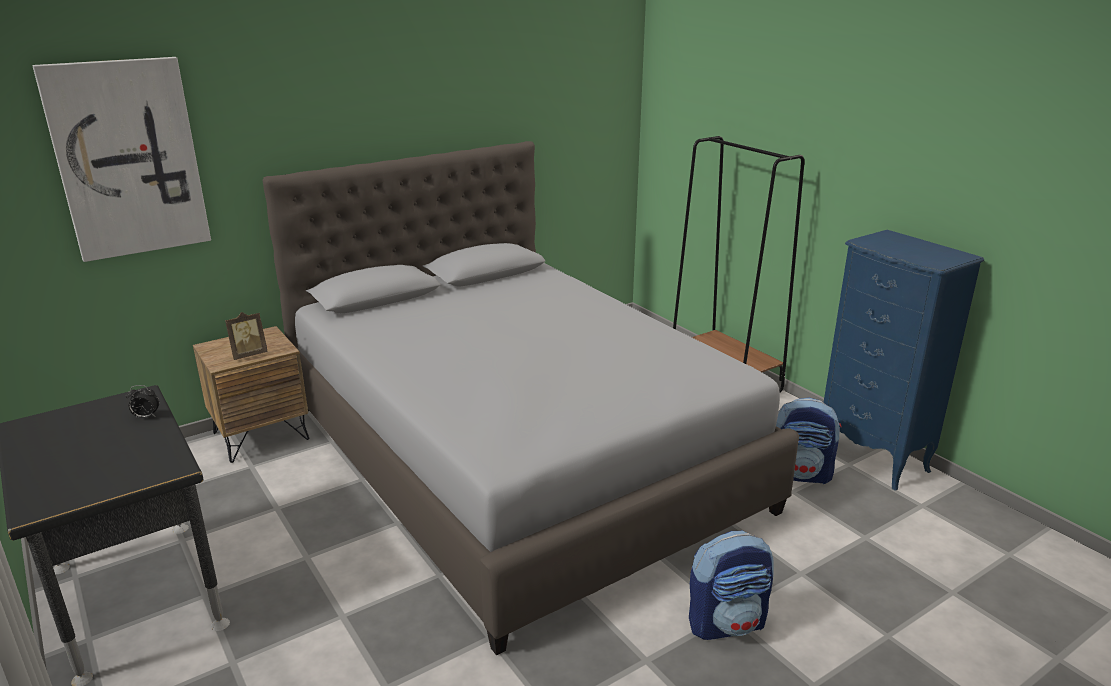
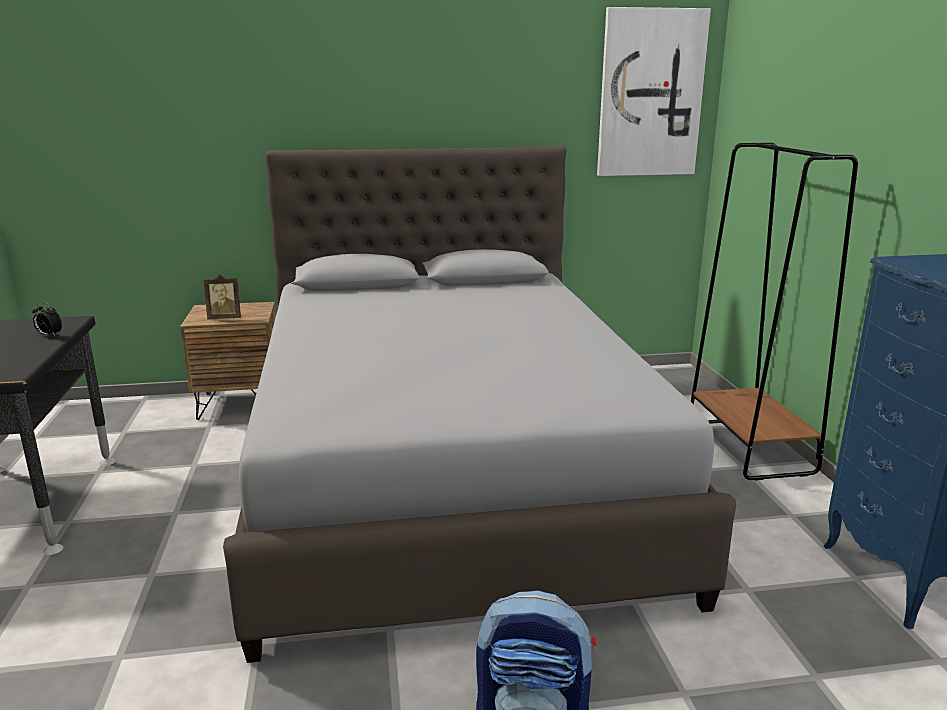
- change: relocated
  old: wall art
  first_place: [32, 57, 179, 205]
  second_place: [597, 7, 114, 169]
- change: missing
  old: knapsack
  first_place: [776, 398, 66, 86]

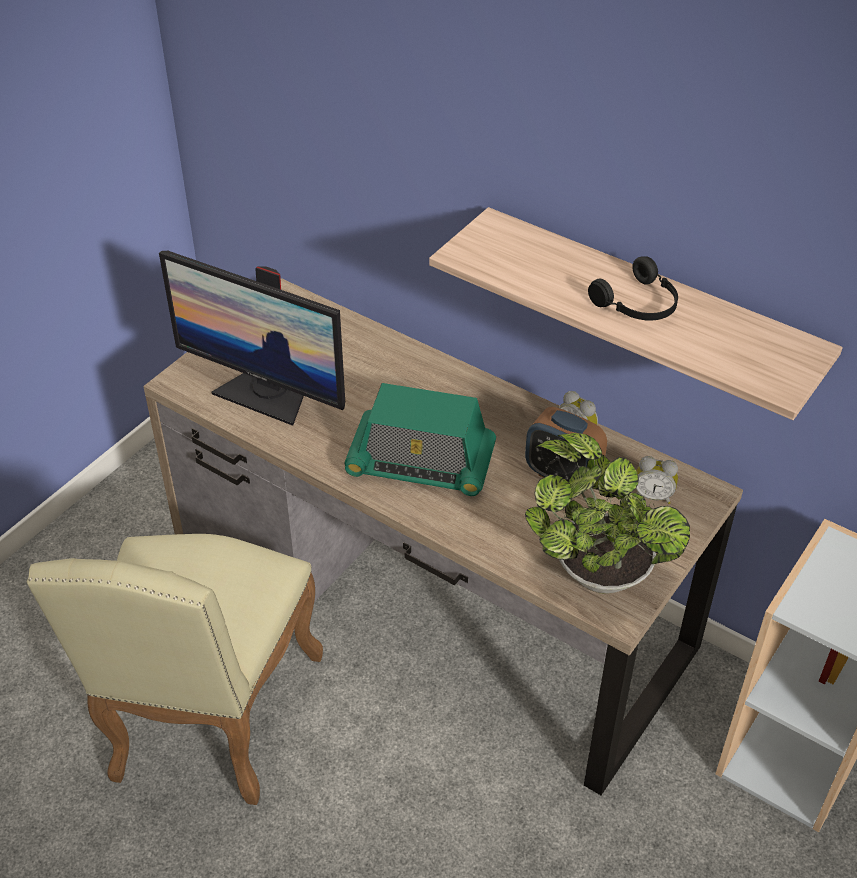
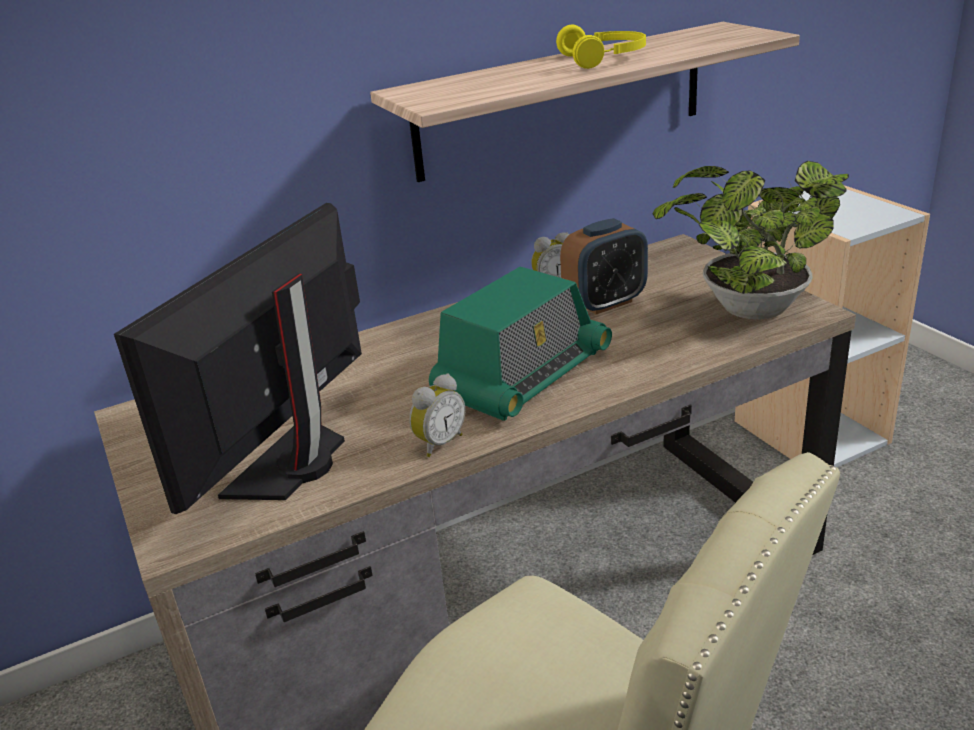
- change: spun
  old: computer display
  first_place: [159, 251, 186, 175]
  second_place: [114, 203, 248, 311]
  degrees: 150
- change: relocated
  old: table clock
  first_place: [636, 456, 42, 48]
  second_place: [409, 374, 56, 83]
- change: colour
  old: black headset
  new: yellow-coloured headset
  first_place: [588, 256, 90, 65]
  second_place: [556, 25, 90, 44]

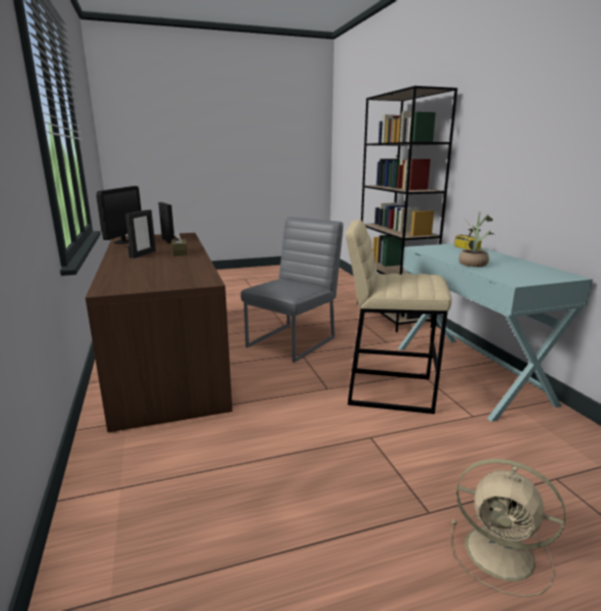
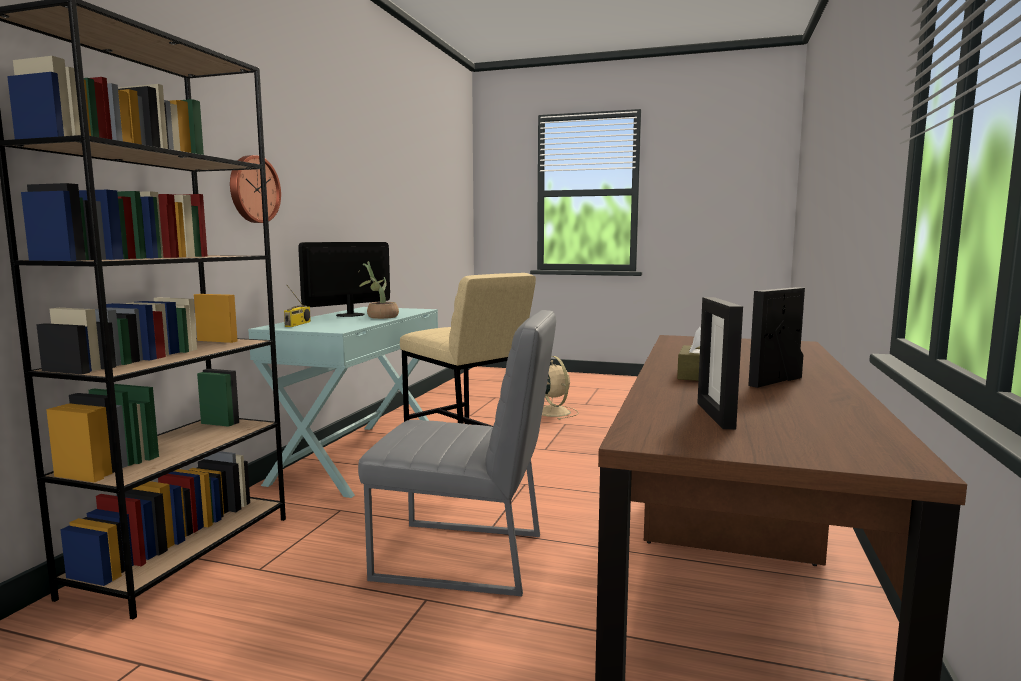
- change: appeared
  new: hanging clock
  second_place: [230, 155, 51, 68]
- change: relocated
  old: computer display
  first_place: [96, 186, 45, 58]
  second_place: [298, 242, 92, 75]
- change: spun
  old: grey upright chair
  first_place: [241, 217, 102, 146]
  second_place: [358, 310, 198, 286]
  degrees: -150

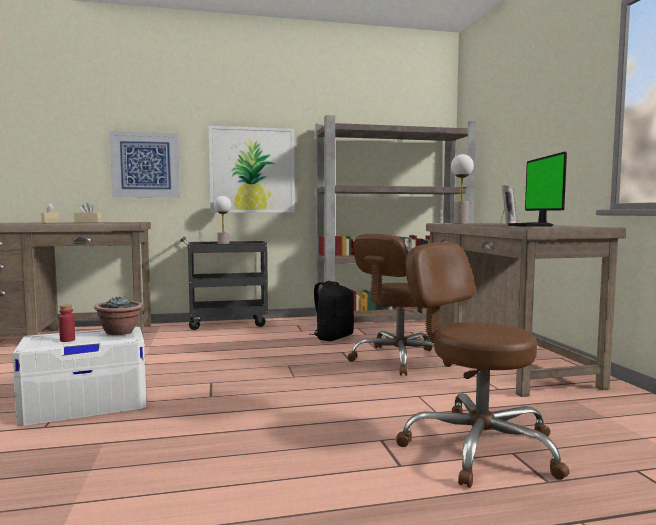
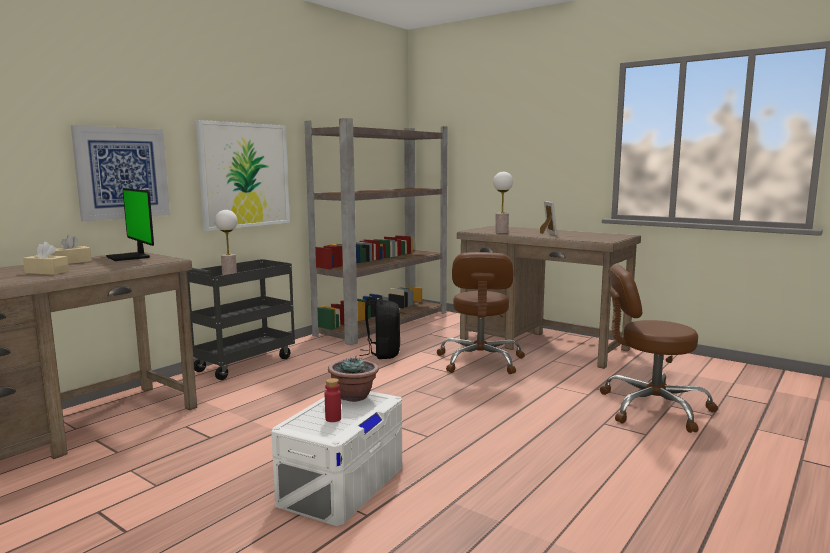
- change: relocated
  old: computer display
  first_place: [507, 152, 60, 75]
  second_place: [106, 188, 48, 73]

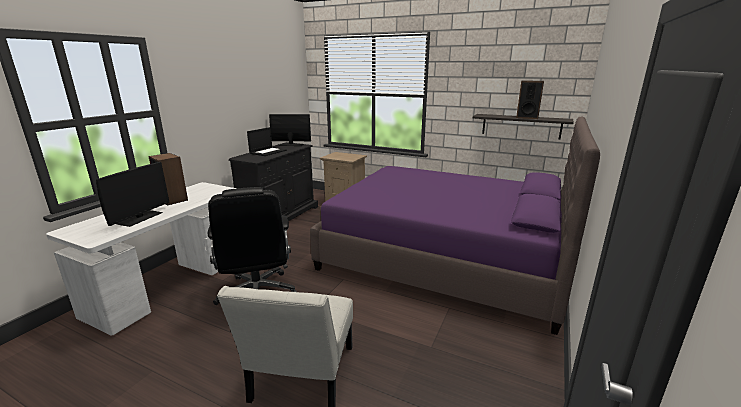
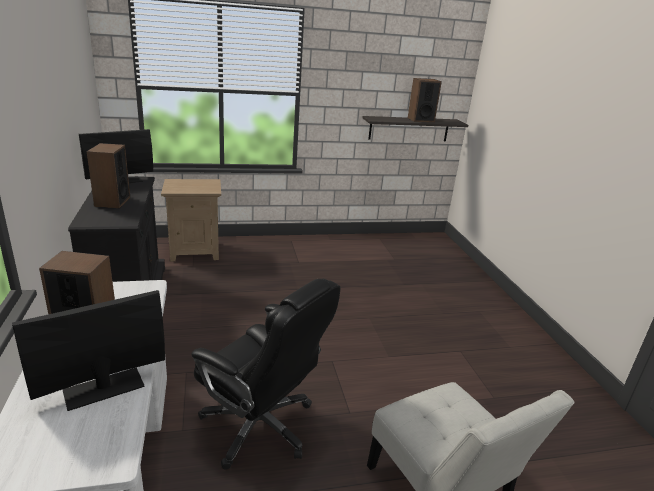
- change: spun
  old: computer display
  first_place: [96, 162, 73, 65]
  second_place: [12, 290, 153, 121]
  degrees: -105
- change: exchanged
  old: notebook computer
  new: loudspeaker
  first_place: [247, 127, 40, 29]
  second_place: [87, 143, 43, 65]
- change: missing
  old: purplish bed
  first_place: [310, 116, 290, 219]

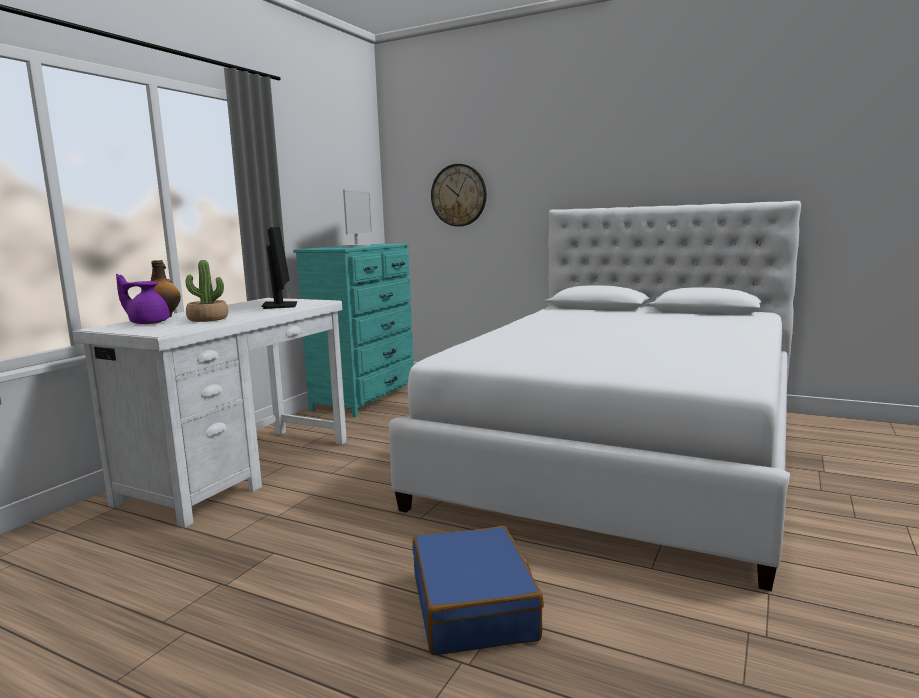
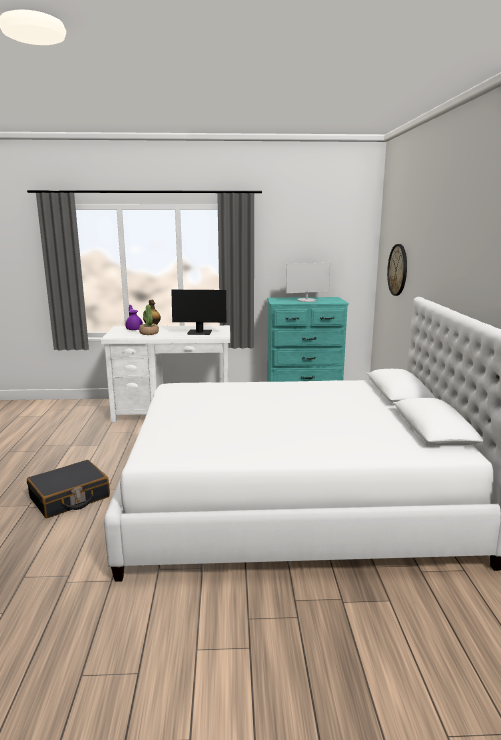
- change: colour
  old: blue-coloured travel case
  new: black travel case
  first_place: [412, 526, 132, 129]
  second_place: [27, 460, 83, 58]
- change: spun
  old: computer display
  first_place: [261, 227, 36, 82]
  second_place: [171, 290, 55, 45]
  degrees: 45

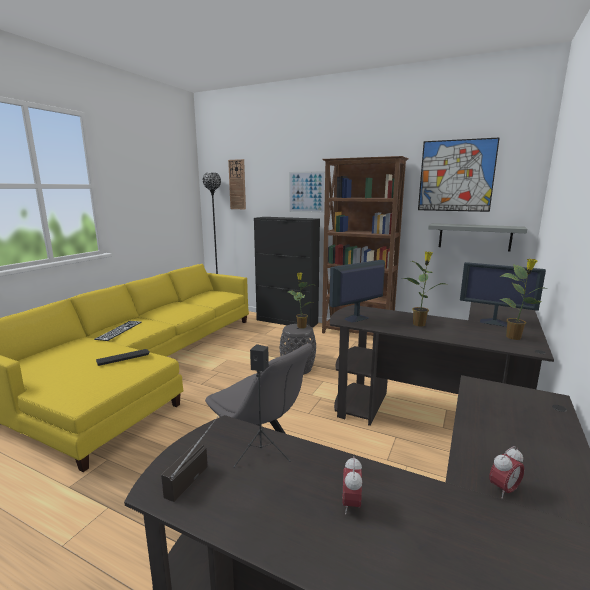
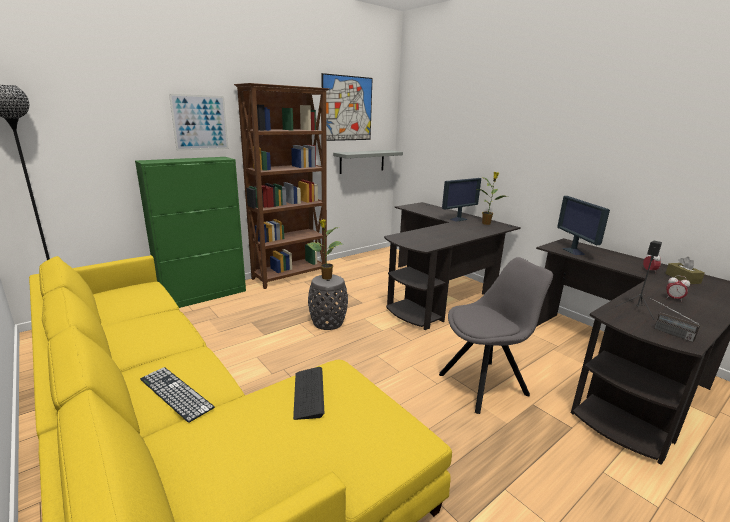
- change: colour
  old: black cabinet
  new: green-coloured cabinet
  first_place: [254, 217, 66, 111]
  second_place: [135, 157, 111, 151]
- change: relocated
  old: computer display
  first_place: [329, 260, 56, 63]
  second_place: [557, 196, 53, 59]
- change: appeared
  new: brown-coloured box of tissues
  second_place: [665, 257, 40, 27]
- change: missing
  old: hanging clock
  first_place: [228, 159, 18, 50]
- change: missing
  old: houseplant
  first_place: [404, 251, 41, 76]

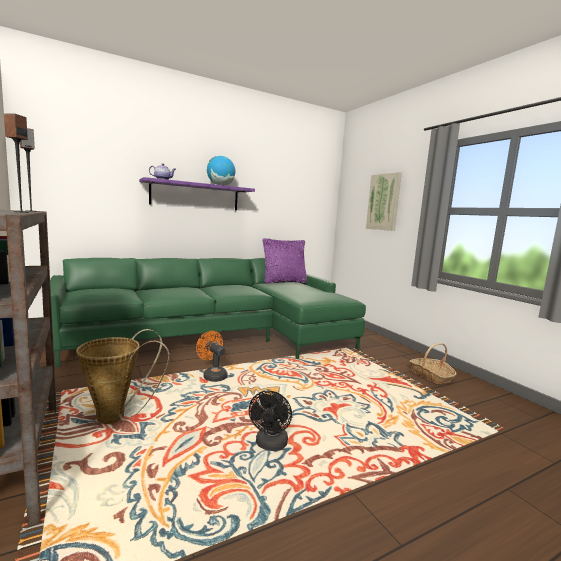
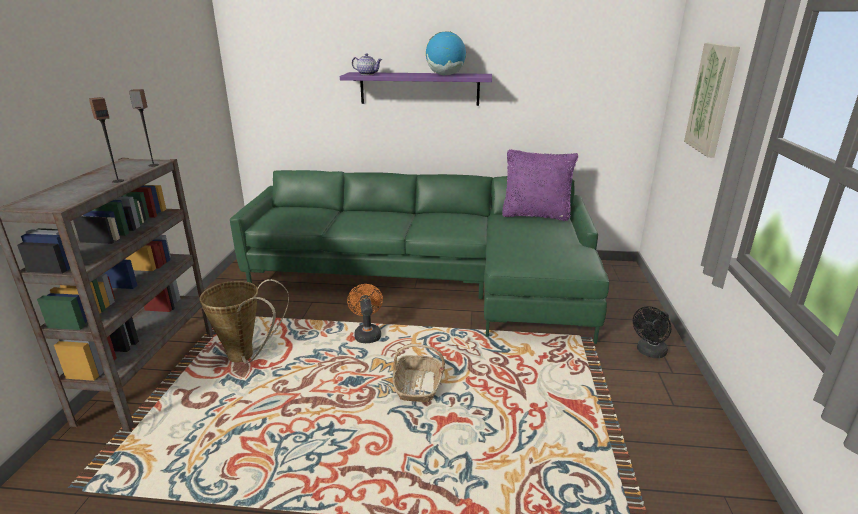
- change: relocated
  old: household basket
  first_place: [409, 343, 48, 41]
  second_place: [392, 344, 53, 58]
- change: relocated
  old: black fan
  first_place: [249, 390, 43, 61]
  second_place: [633, 306, 38, 52]

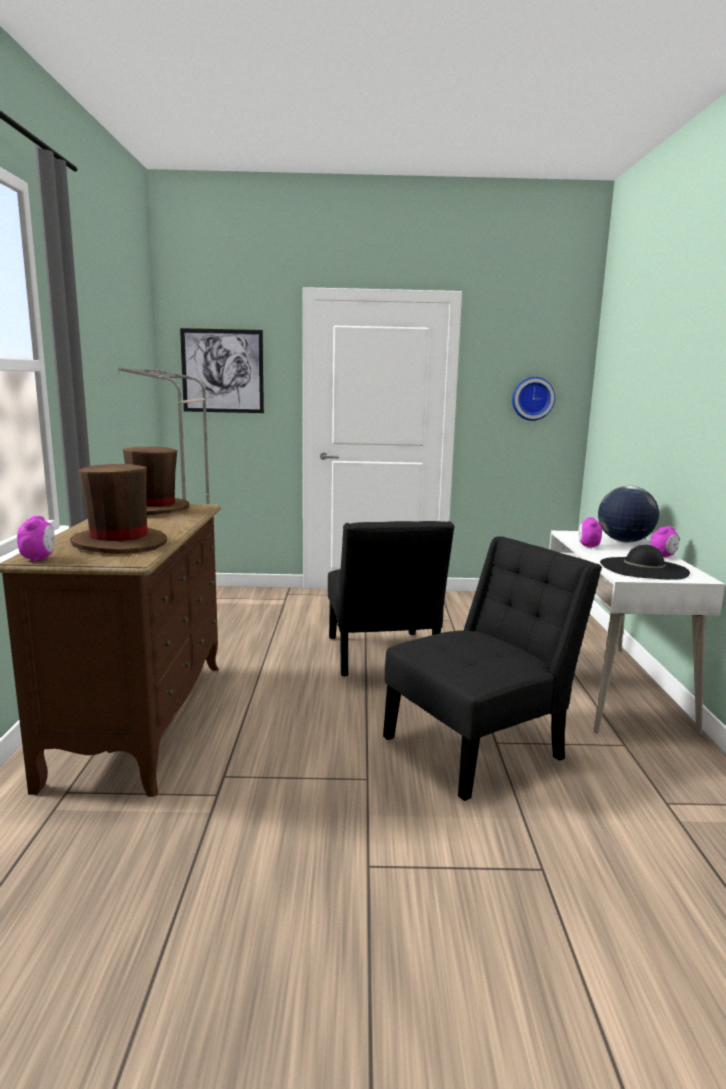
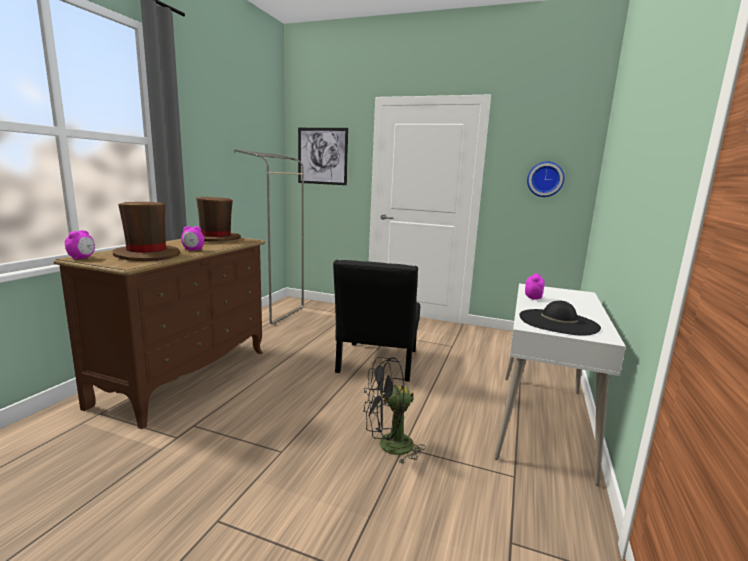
- change: relocated
  old: table clock
  first_place: [650, 526, 29, 31]
  second_place: [181, 226, 23, 24]
- change: exchanged
  old: black upright chair
  new: black fan
  first_place: [383, 536, 219, 265]
  second_place: [363, 357, 63, 108]
- change: missing
  old: desk globe
  first_place: [598, 486, 61, 57]

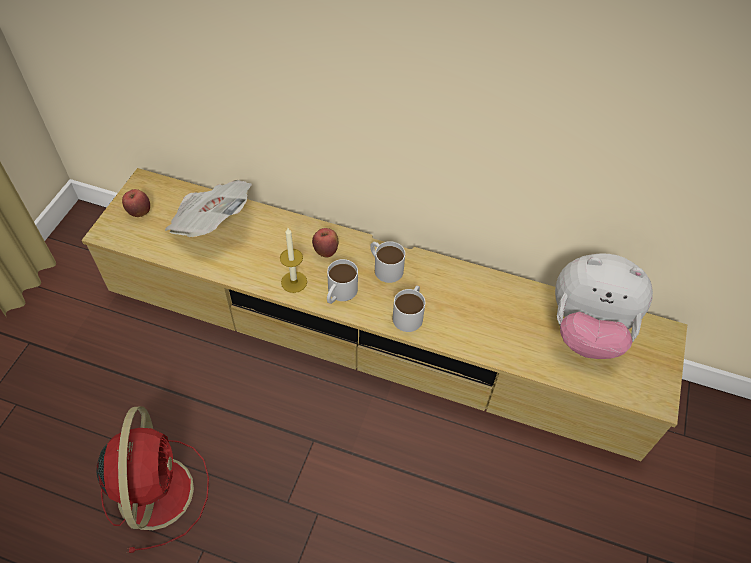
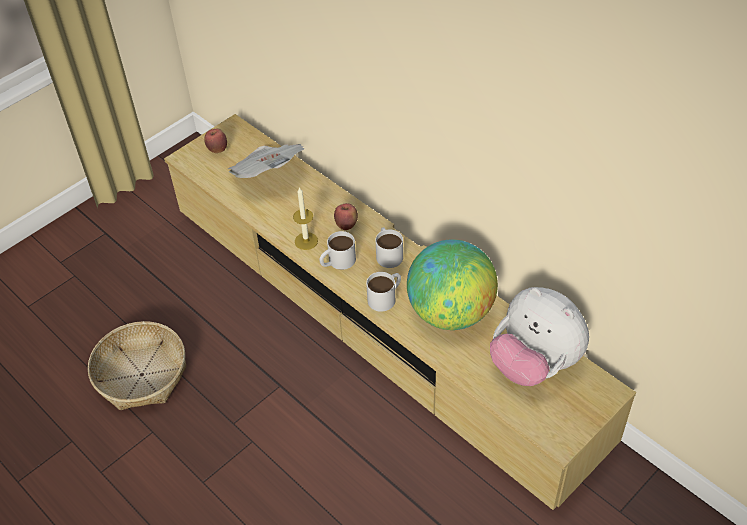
- change: exchanged
  old: red-coloured fan
  new: household basket
  first_place: [96, 406, 113, 147]
  second_place: [88, 321, 98, 89]
- change: appeared
  new: desk globe
  second_place: [407, 240, 91, 90]

